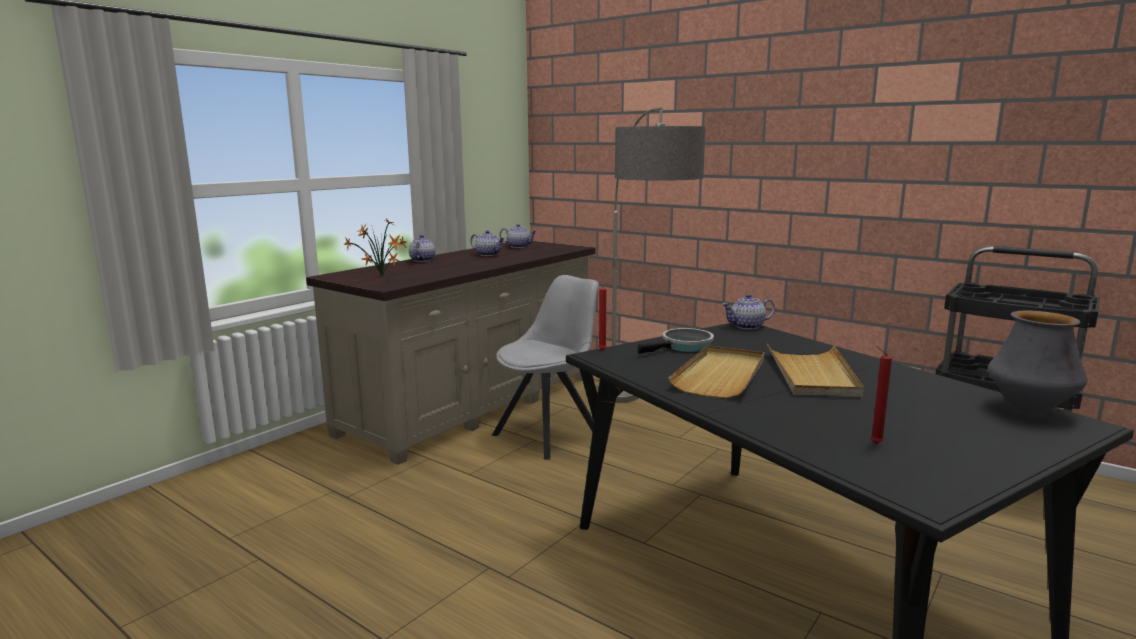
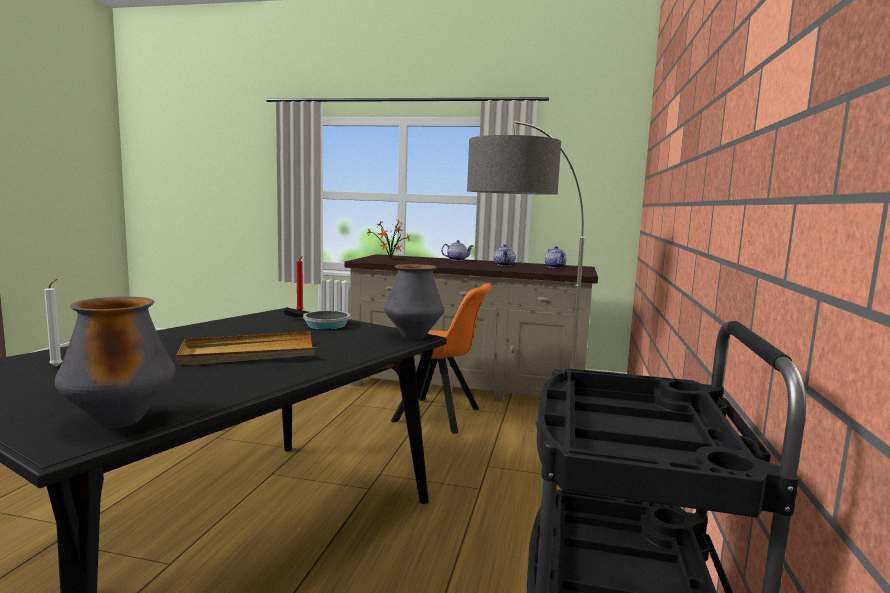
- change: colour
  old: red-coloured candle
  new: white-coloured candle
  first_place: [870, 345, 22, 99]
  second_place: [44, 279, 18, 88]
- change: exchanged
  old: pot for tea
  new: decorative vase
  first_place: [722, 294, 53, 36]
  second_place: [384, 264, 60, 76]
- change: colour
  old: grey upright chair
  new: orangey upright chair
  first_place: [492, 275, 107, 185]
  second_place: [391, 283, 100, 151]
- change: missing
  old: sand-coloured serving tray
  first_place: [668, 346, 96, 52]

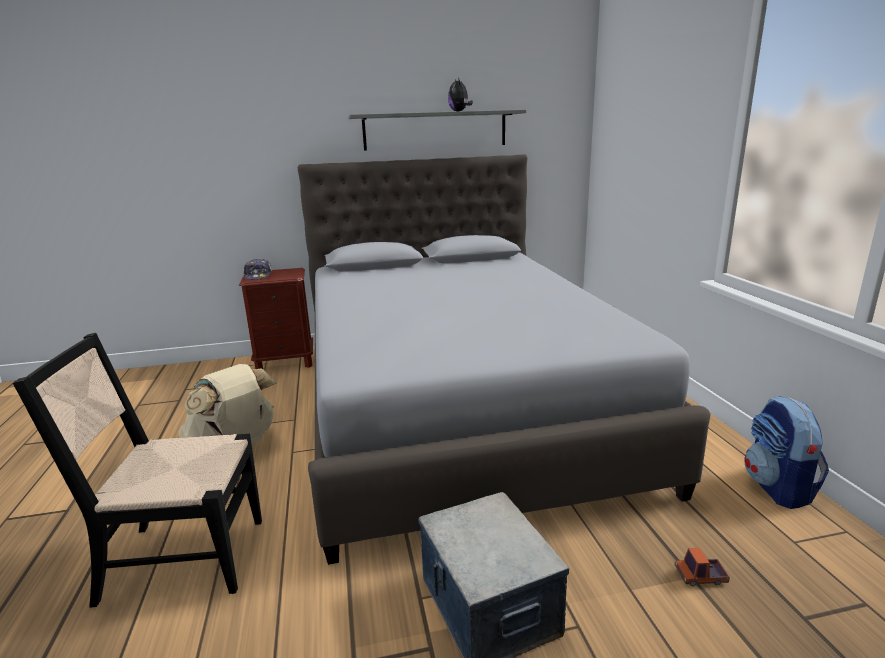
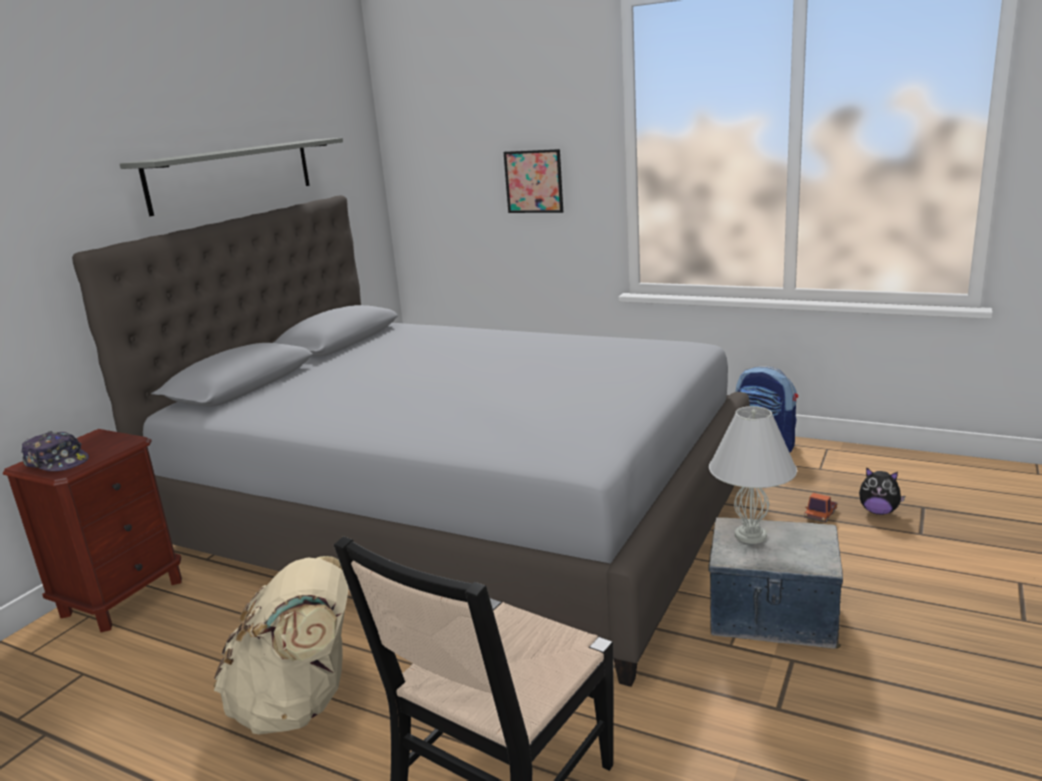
- change: appeared
  new: wall art
  second_place: [504, 149, 59, 64]
- change: appeared
  new: white-coloured lamp for a table
  second_place: [709, 406, 88, 138]
- change: relocated
  old: cuddly toy
  first_place: [448, 80, 25, 31]
  second_place: [859, 467, 46, 48]

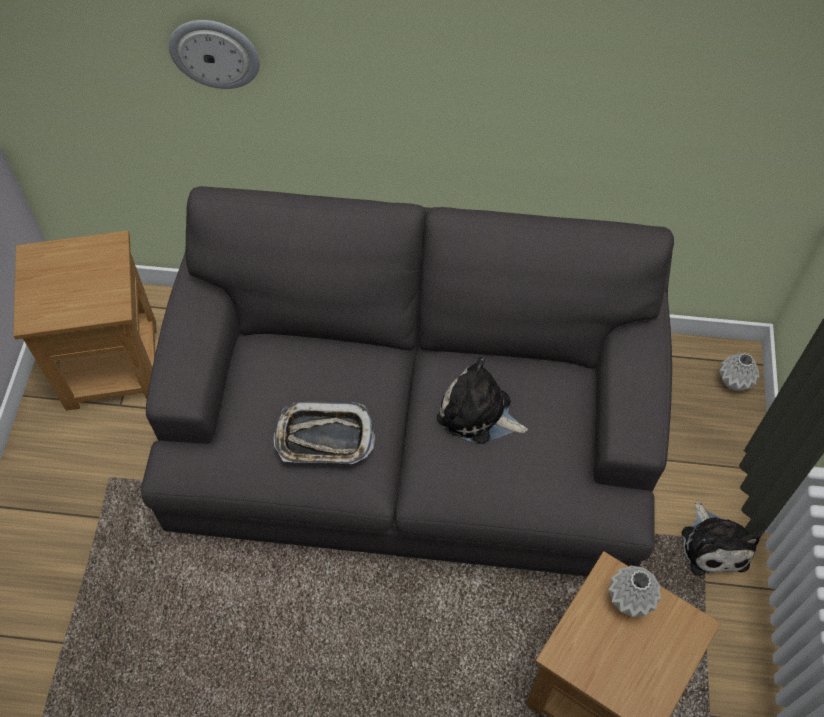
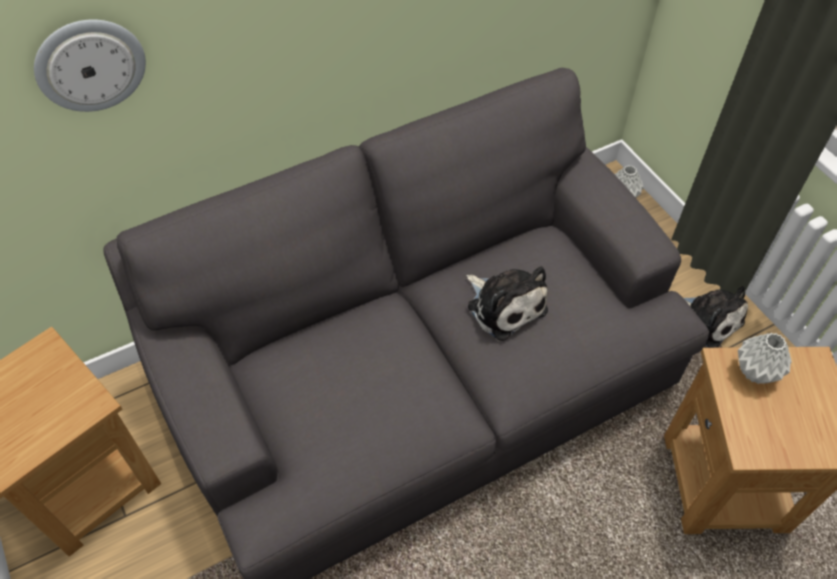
- change: spun
  old: cuddly toy
  first_place: [437, 357, 91, 87]
  second_place: [467, 266, 81, 75]
  degrees: -120
- change: missing
  old: serving tray
  first_place: [273, 401, 102, 63]

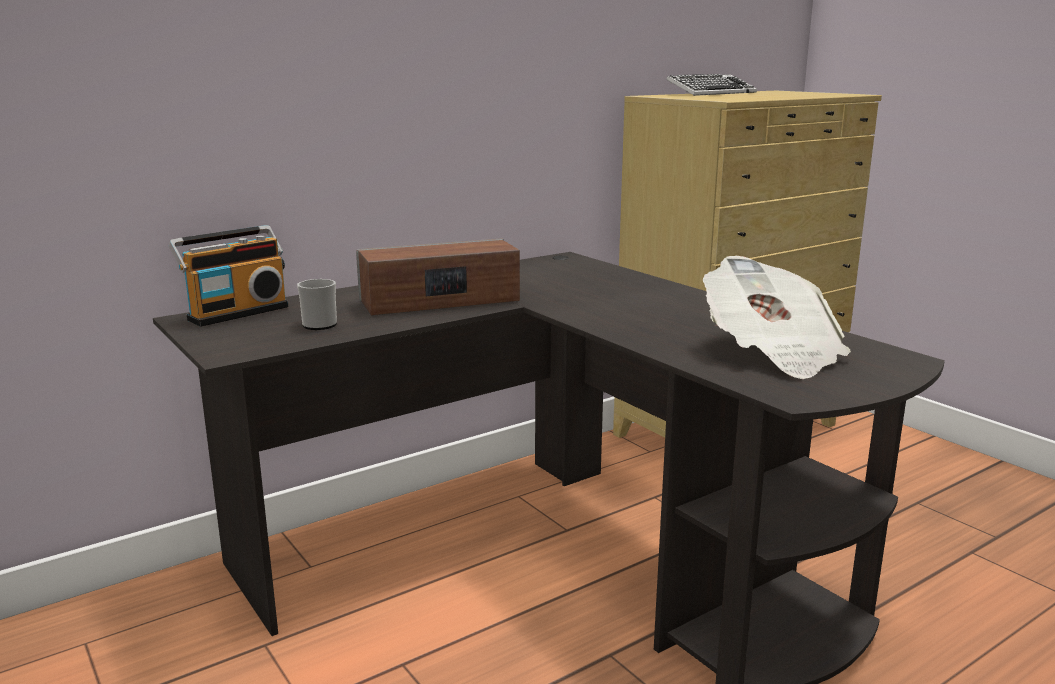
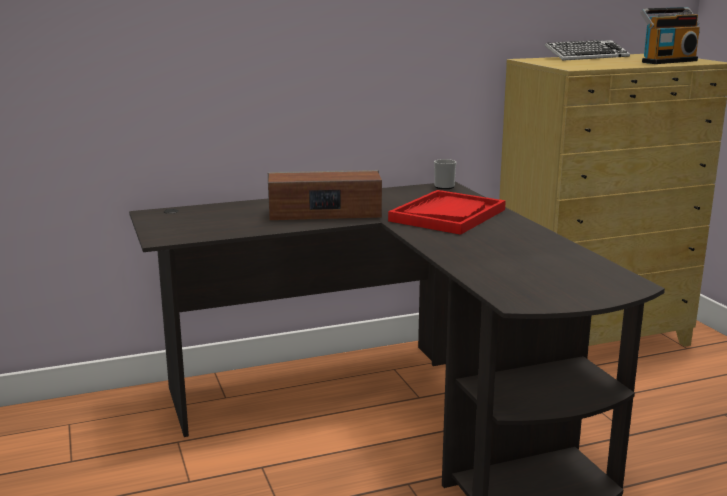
- change: appeared
  new: red-coloured serving tray
  second_place: [388, 190, 118, 45]
- change: relocated
  old: mug
  first_place: [297, 279, 40, 51]
  second_place: [434, 159, 22, 30]
- change: relocated
  old: radio set
  first_place: [169, 225, 119, 102]
  second_place: [640, 7, 60, 57]
- change: missing
  old: printed paper
  first_place: [703, 256, 148, 123]

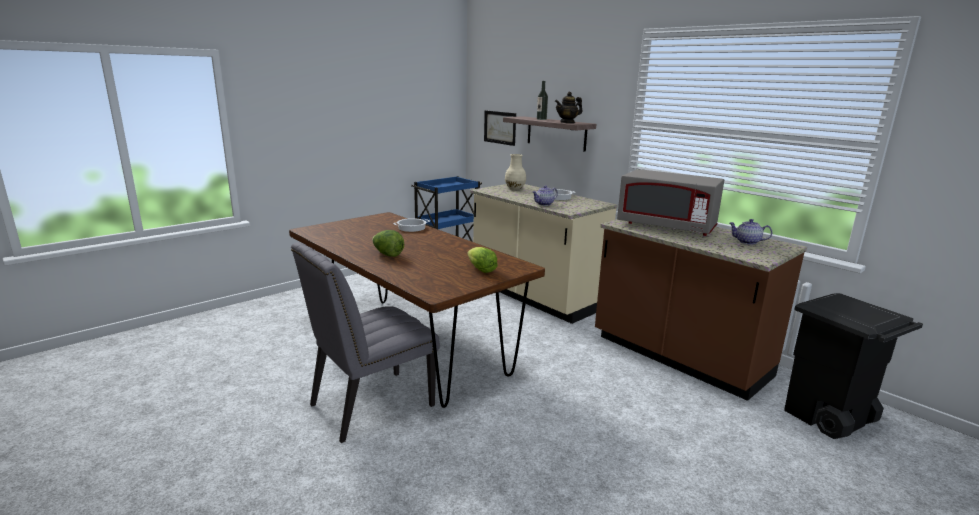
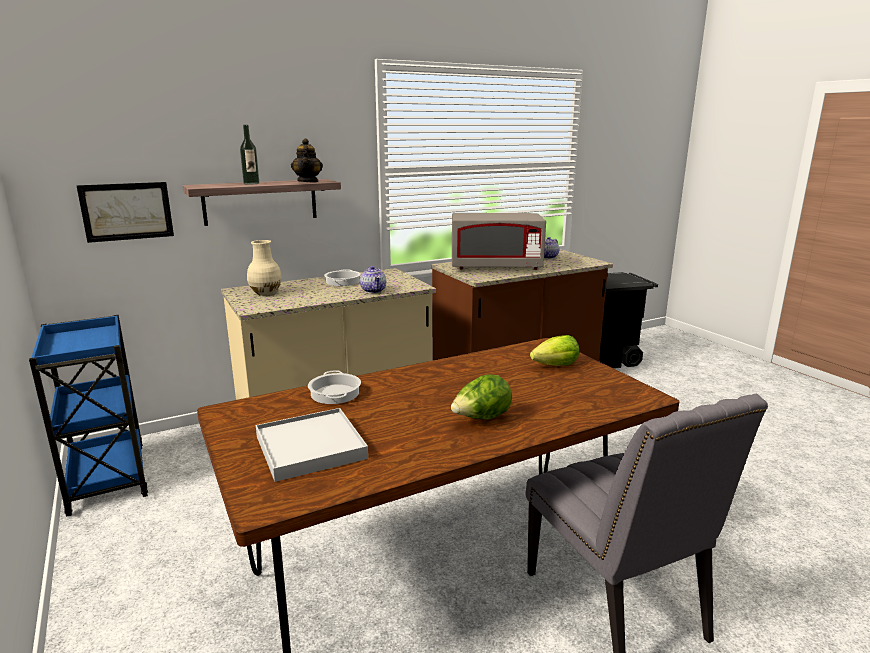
- change: appeared
  new: white-coloured serving tray
  second_place: [256, 408, 112, 74]
- change: spun
  old: grey microwave
  first_place: [617, 169, 107, 67]
  second_place: [452, 213, 94, 57]
  degrees: 45

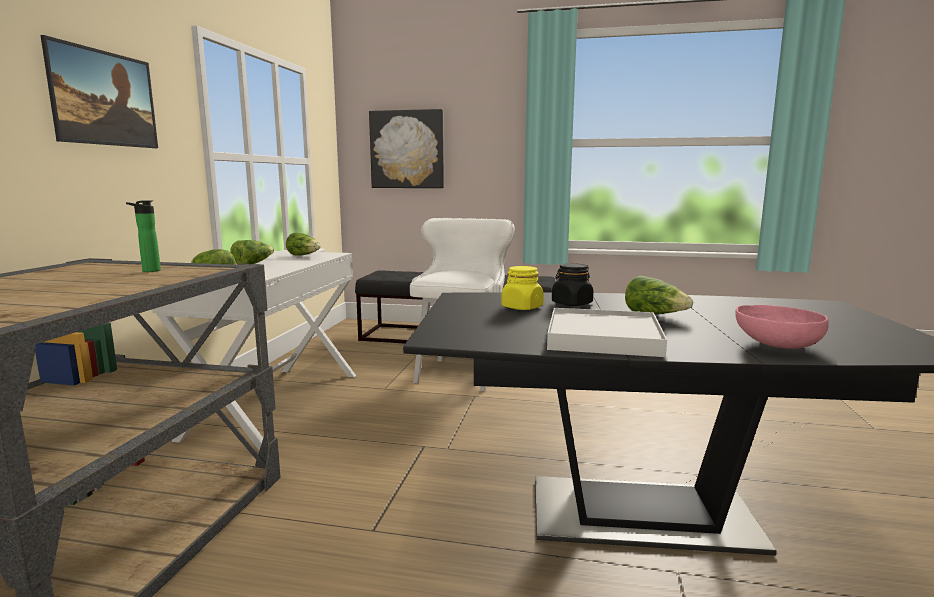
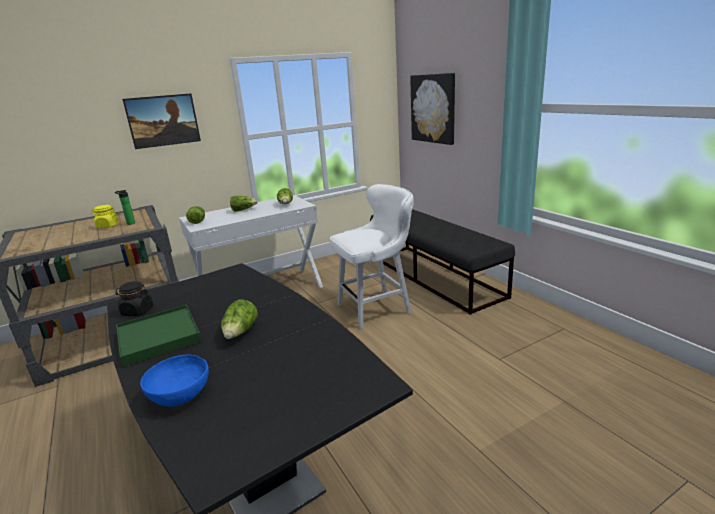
- change: relocated
  old: yellow-coloured storage jar
  first_place: [501, 266, 43, 44]
  second_place: [91, 205, 28, 23]
- change: relocated
  old: black storage jar
  first_place: [552, 263, 41, 43]
  second_place: [116, 281, 37, 35]
- change: colour
  old: white-coloured serving tray
  new: green-coloured serving tray
  first_place: [547, 308, 120, 49]
  second_place: [116, 305, 86, 62]
- change: colour
  old: pink-coloured bowl
  new: blue-coloured bowl
  first_place: [735, 305, 94, 44]
  second_place: [140, 354, 69, 53]

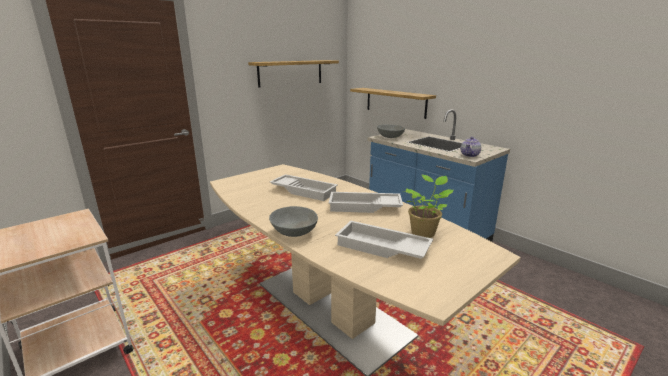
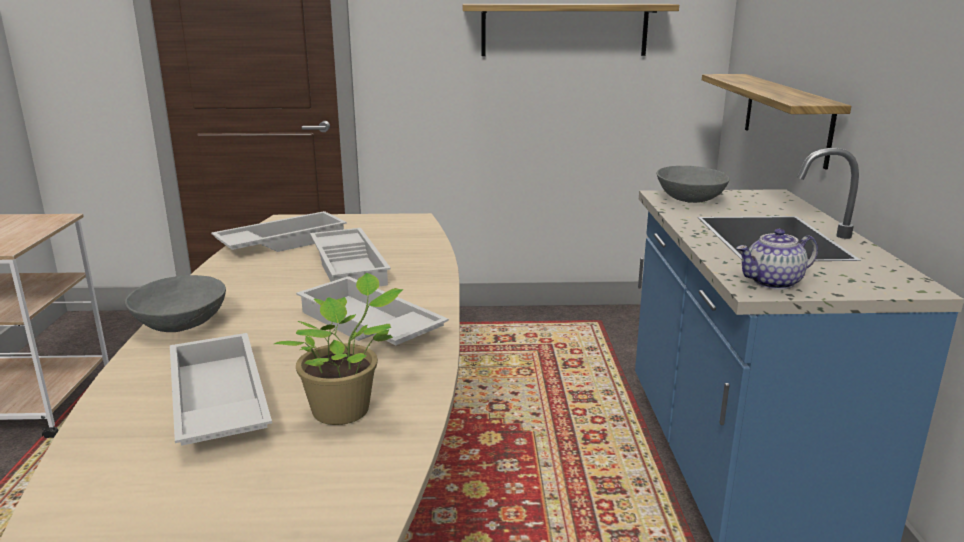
- change: appeared
  new: white-coloured serving tray
  second_place: [211, 211, 136, 41]

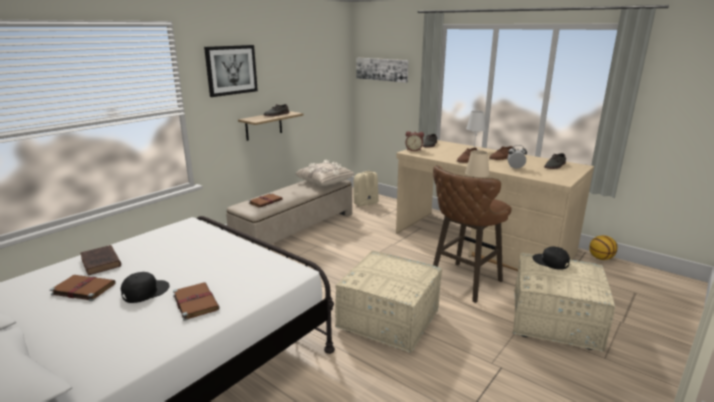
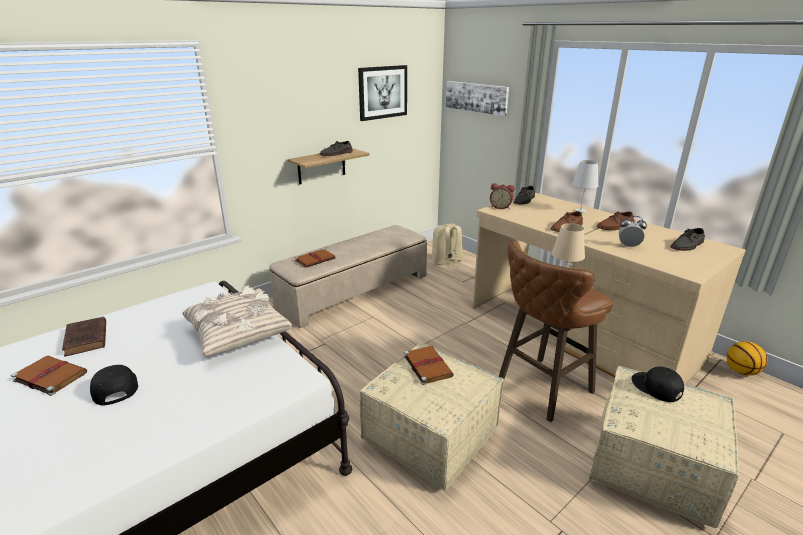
- change: spun
  old: black cap
  first_place: [121, 272, 49, 31]
  second_place: [90, 365, 48, 40]
  degrees: -90
- change: relocated
  old: sand-coloured pillow
  first_place: [296, 159, 58, 27]
  second_place: [182, 285, 110, 71]
- change: relocated
  old: wall art
  first_place: [204, 45, 54, 52]
  second_place: [358, 65, 49, 56]
- change: relocated
  old: brown-coloured book
  first_place: [173, 283, 47, 38]
  second_place: [404, 346, 50, 39]

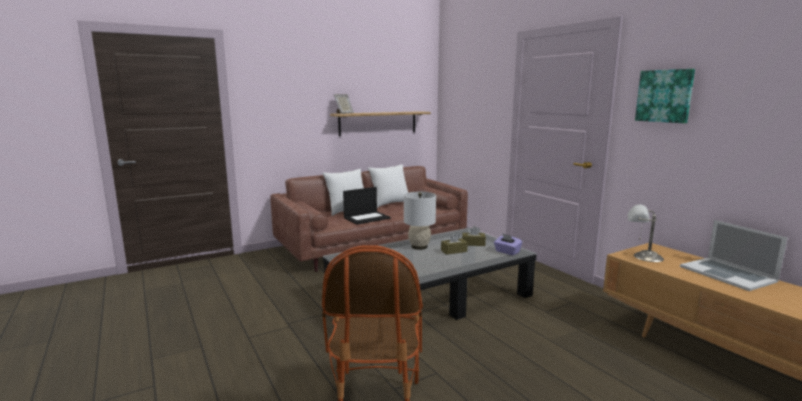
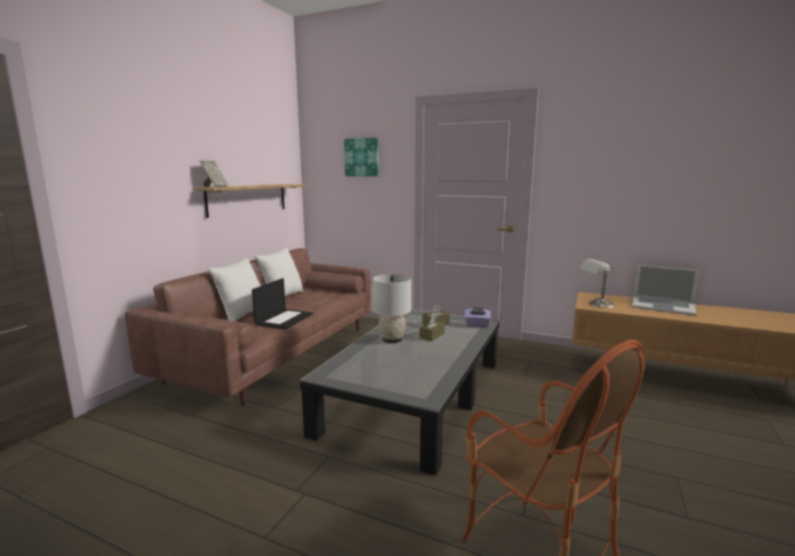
- change: relocated
  old: wall art
  first_place: [635, 69, 60, 54]
  second_place: [344, 138, 35, 38]

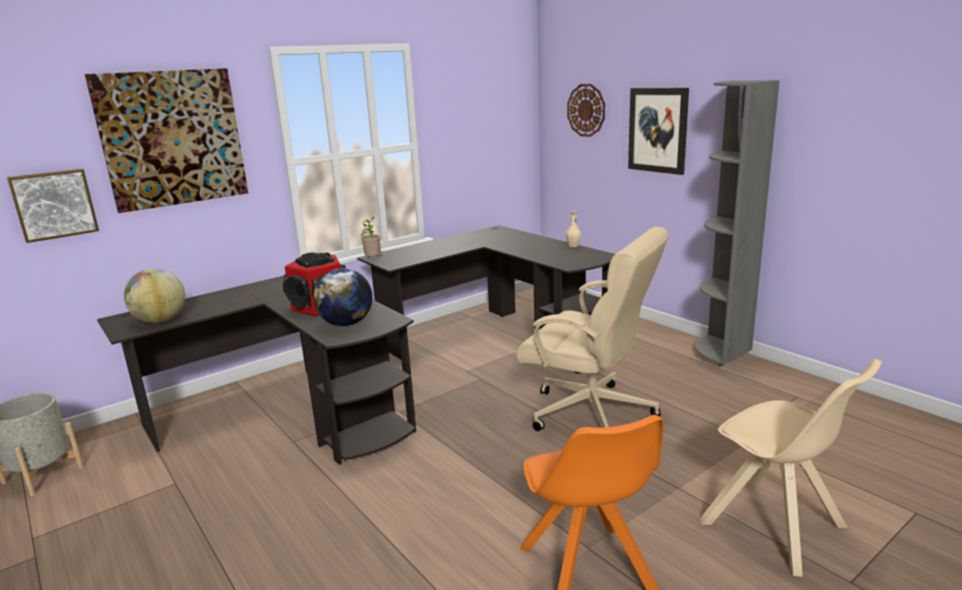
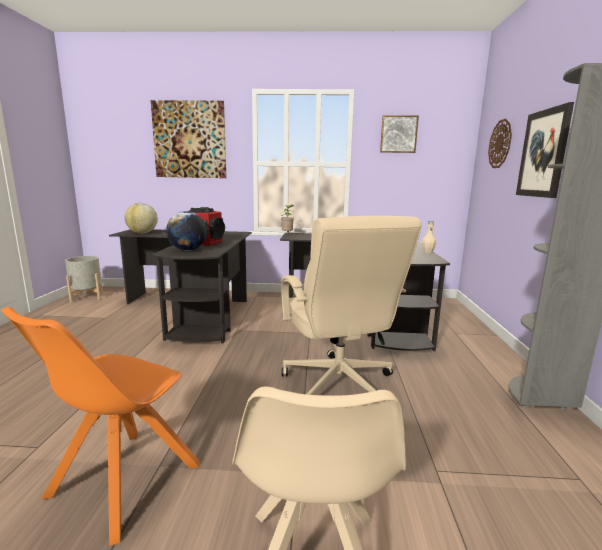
- change: relocated
  old: wall art
  first_place: [7, 169, 92, 74]
  second_place: [380, 115, 39, 38]

